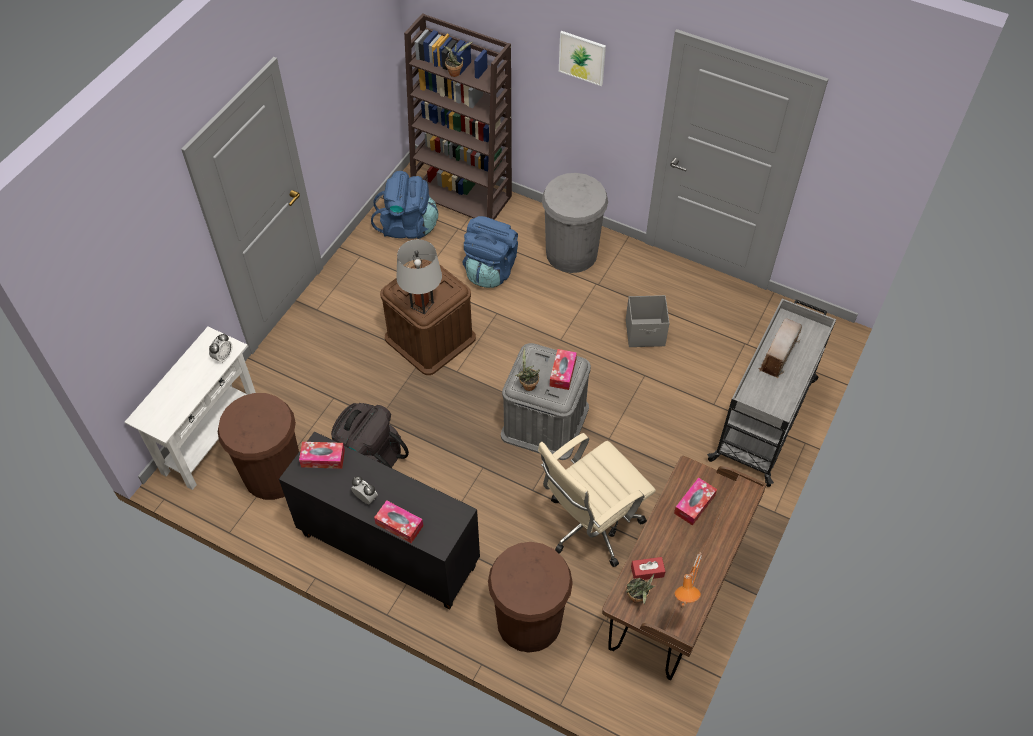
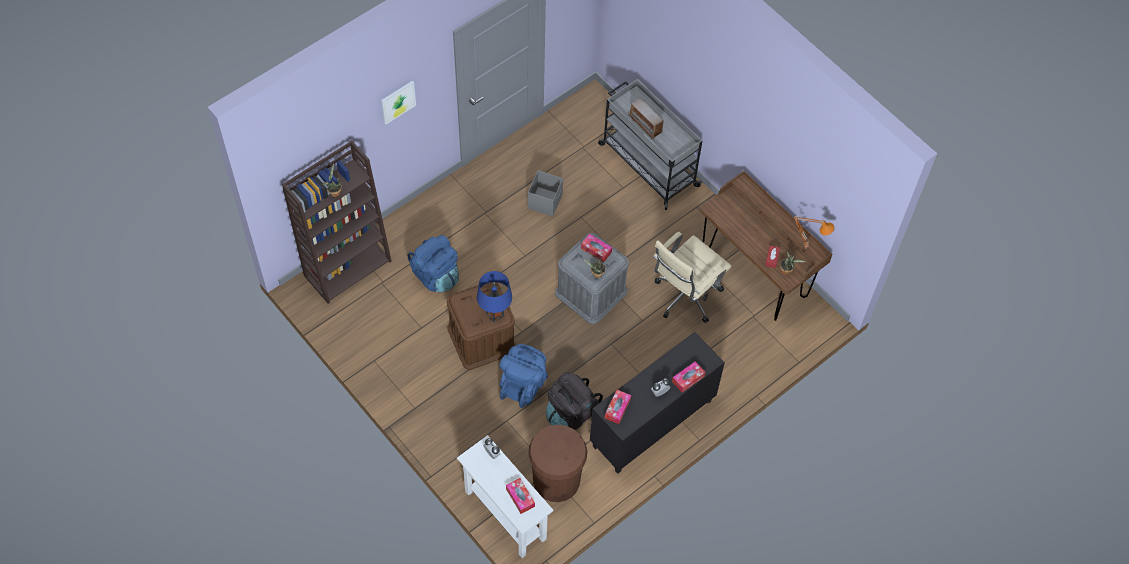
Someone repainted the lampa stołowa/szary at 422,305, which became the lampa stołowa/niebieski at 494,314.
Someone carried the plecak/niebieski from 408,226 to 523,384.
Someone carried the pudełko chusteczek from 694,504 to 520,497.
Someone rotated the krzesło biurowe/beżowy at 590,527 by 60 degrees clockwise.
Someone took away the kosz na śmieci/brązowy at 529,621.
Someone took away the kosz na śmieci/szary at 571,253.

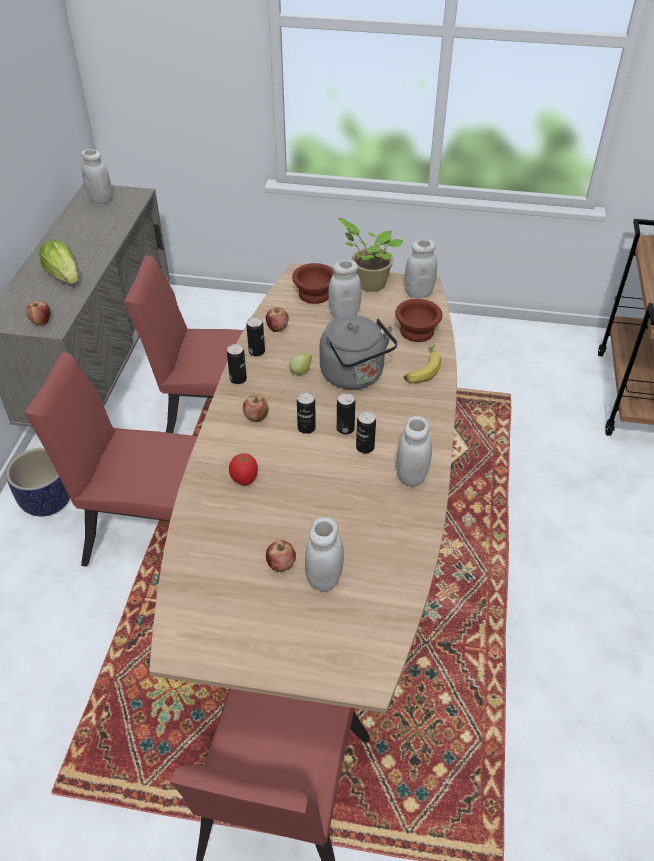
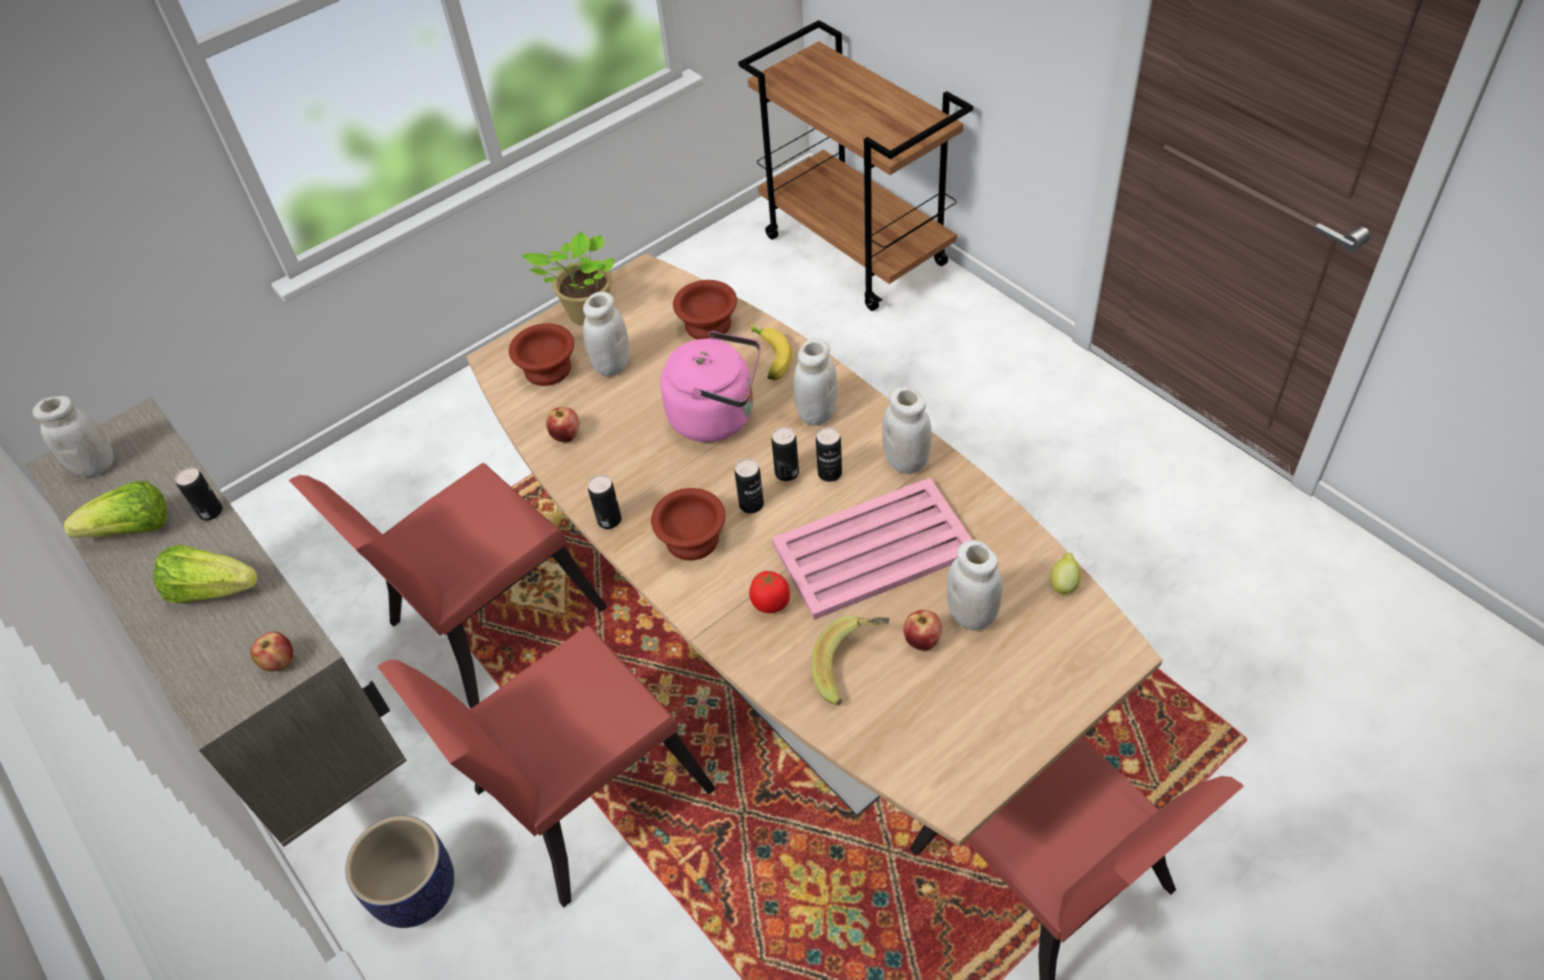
Someone put down the sałata at 133,530.
Someone carried the puszka from 256,351 to 210,512.
Someone swapped the jabłko at 256,418 for the miska/brązowy at 690,539.
Someone repainted the czajnik/szary at 355,376, which became the czajnik/różowy at 718,416.
Someone put down the taca/różowy at 872,549.
Someone carried the słoik/biały from 418,293 to 816,413.
Someone put down the banan at 852,667.
Someone carried the cytryna from 301,371 to 1063,584.

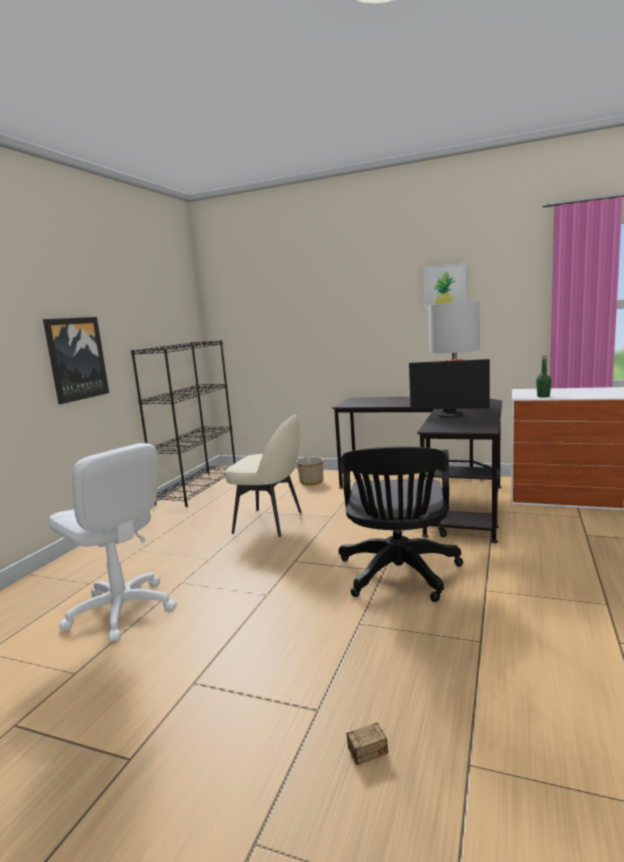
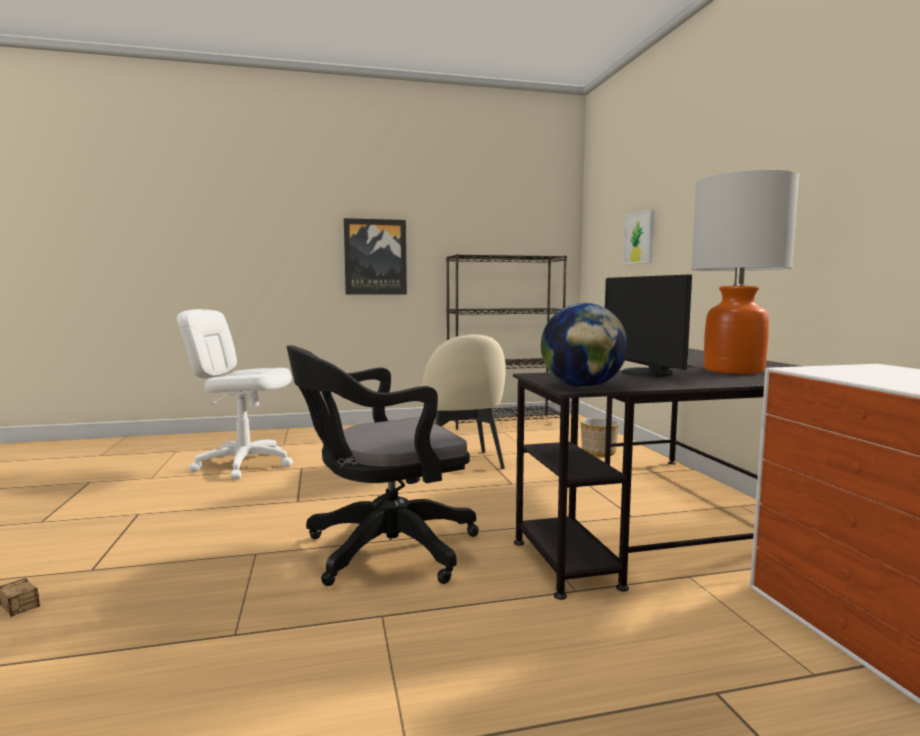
Someone rotated the krzesło biurowe/biały at 121,611 by 90 degrees clockwise.
Someone put down the globus at 582,387.
Someone carried the obraz from 445,286 to 639,238.
Someone took away the butelka/zielony at 543,396.

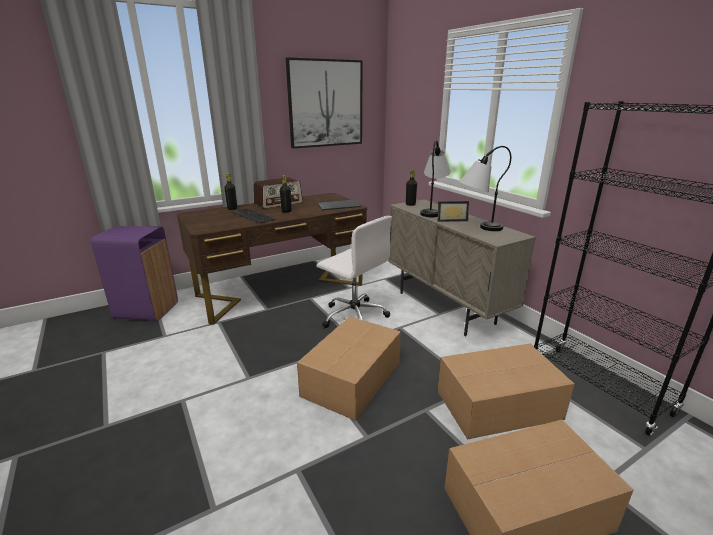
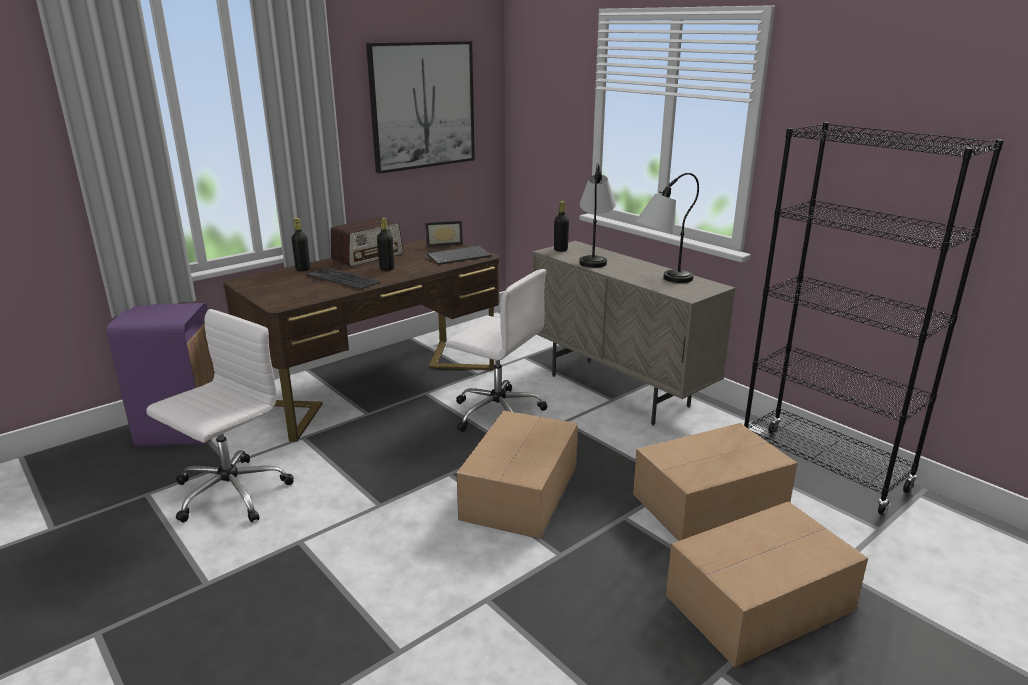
Someone put down the krzesło biurowe/biały at 229,493.
Someone carried the ramka na zdjęcie from 451,220 to 444,244.

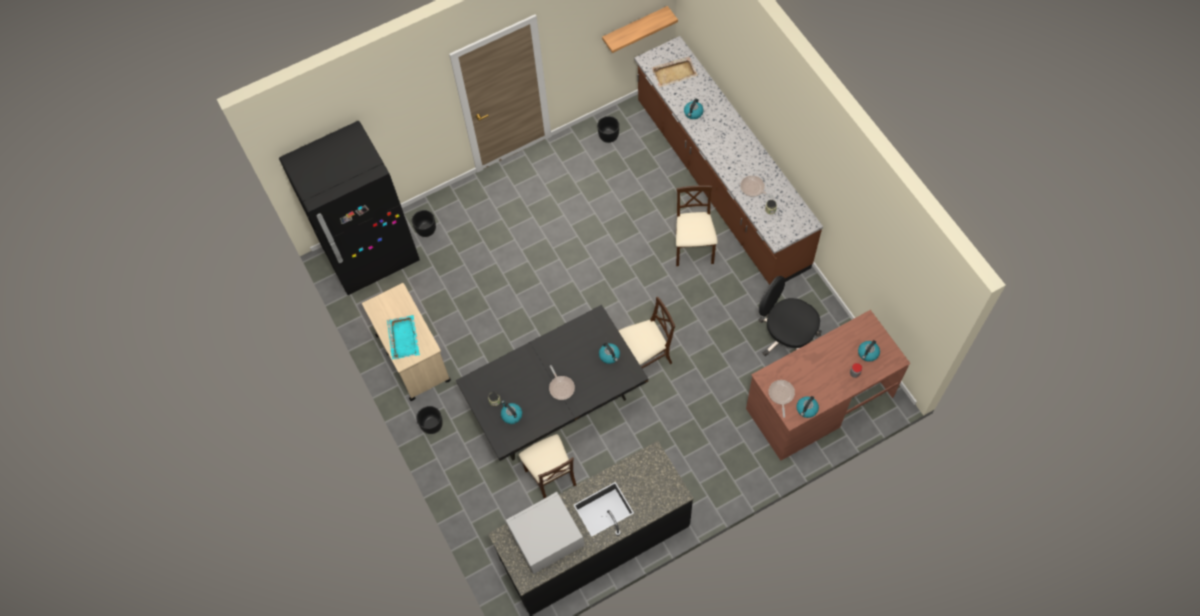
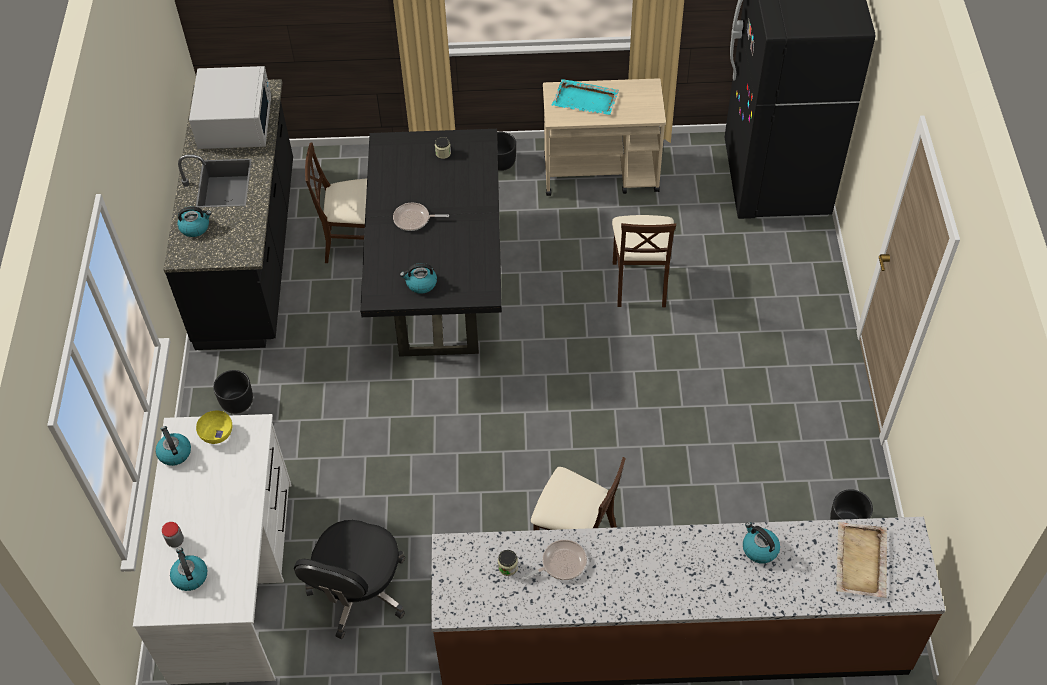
Someone repainted the biurko/brązowy at 819,402, which became the biurko/biały at 233,579.
Someone carried the czajnik from 511,415 to 195,227.
Someone swapped the patelnia at 781,395 for the miska/żółty at 217,433.
Someone carried the donica/czarny from 426,229 to 237,402.
Someone rotated the krzesło biurowe/czarny at 786,335 by 135 degrees clockwise.
Someone carried the krzesło/beżowy from 645,358 to 640,283.
Someone took away the półka at 635,28.

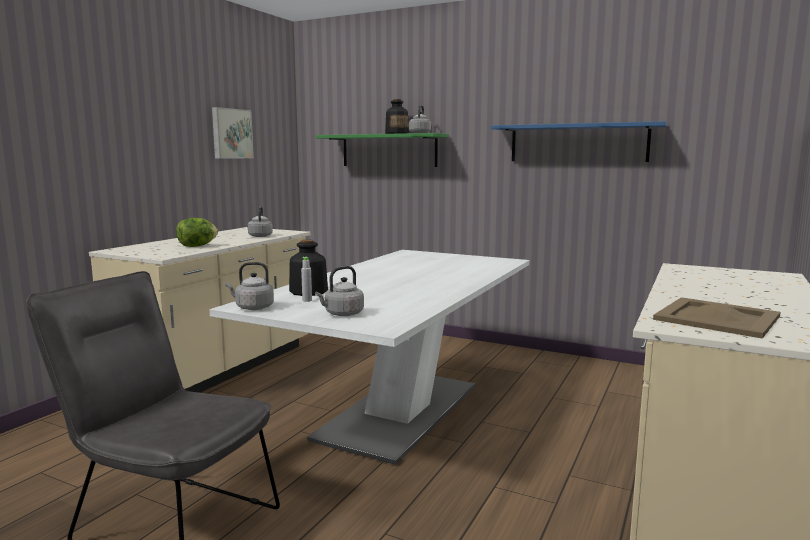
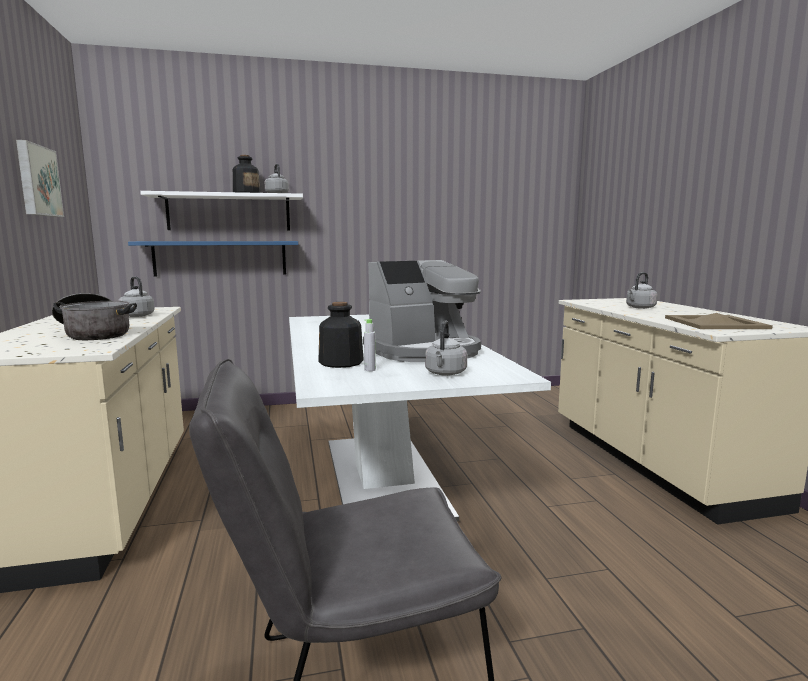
Someone swapped the sałata at 197,246 for the garnek at 95,334.
Someone carried the półka/niebieski from 578,143 to 220,258.
Someone repainted the półka/zielony at 389,150, which became the półka/biały at 229,212.
Someone put down the ekspres do kawy at 425,351.
Someone carried the czajnik/szary from 252,307 to 639,307.

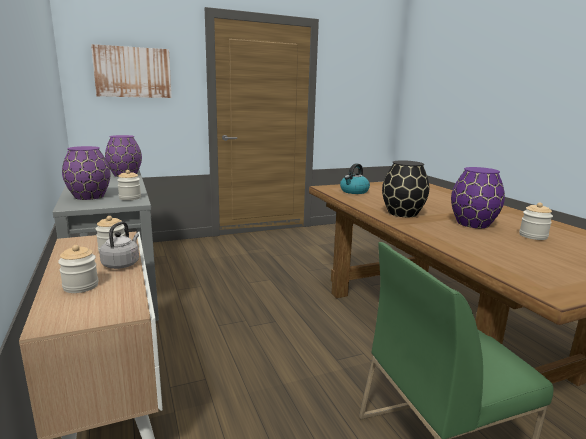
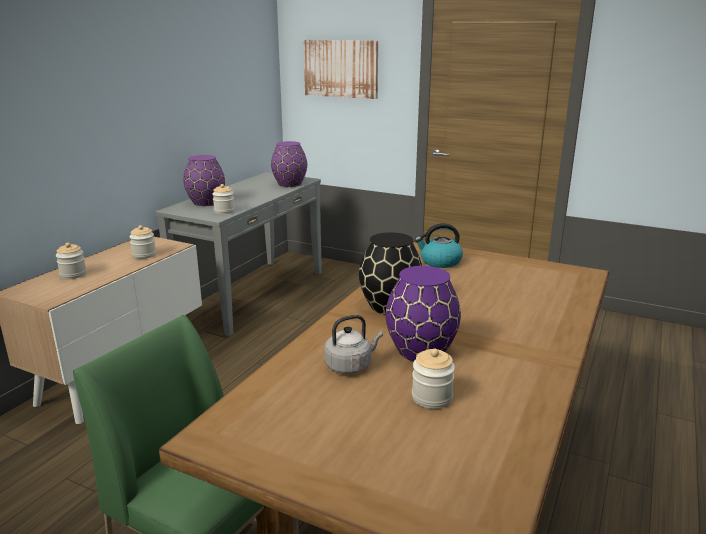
Someone carried the czajnik/szary from 122,264 to 350,366.

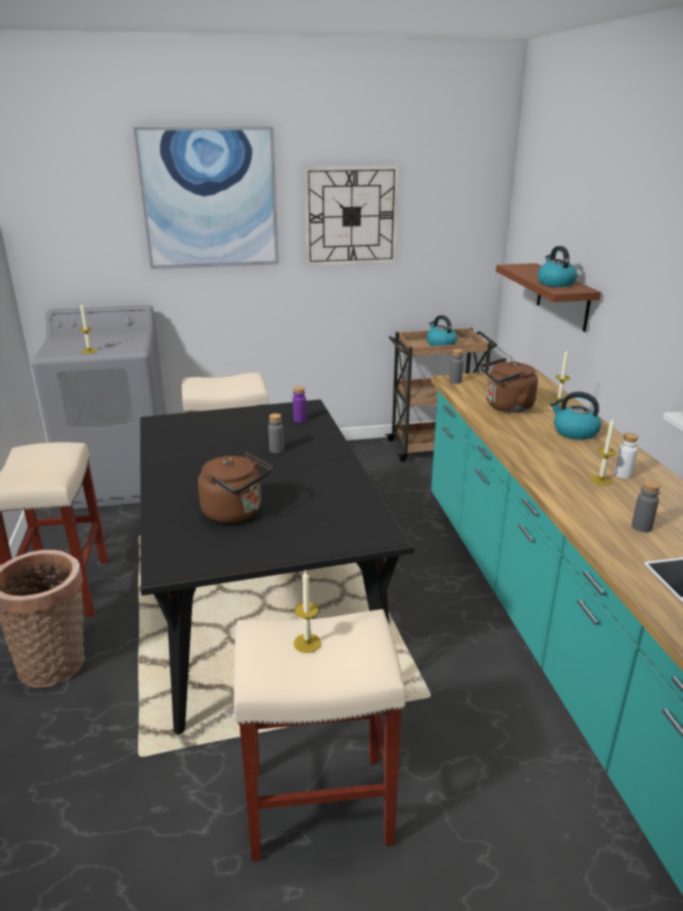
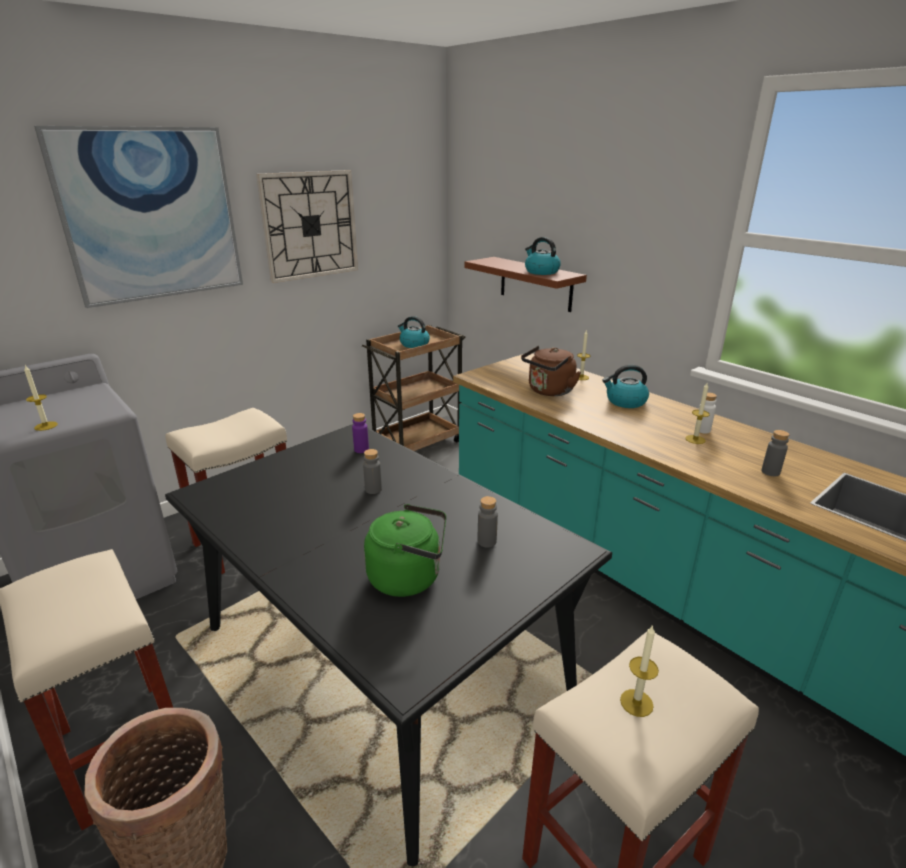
Someone repainted the czajnik/brązowy at 236,512, which became the czajnik/zielony at 409,577.
Someone carried the butelka/szary from 455,381 to 487,541.

